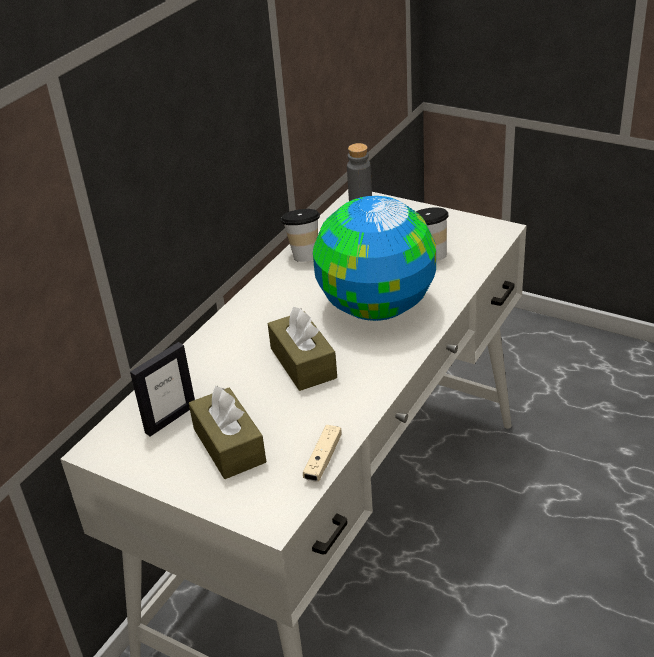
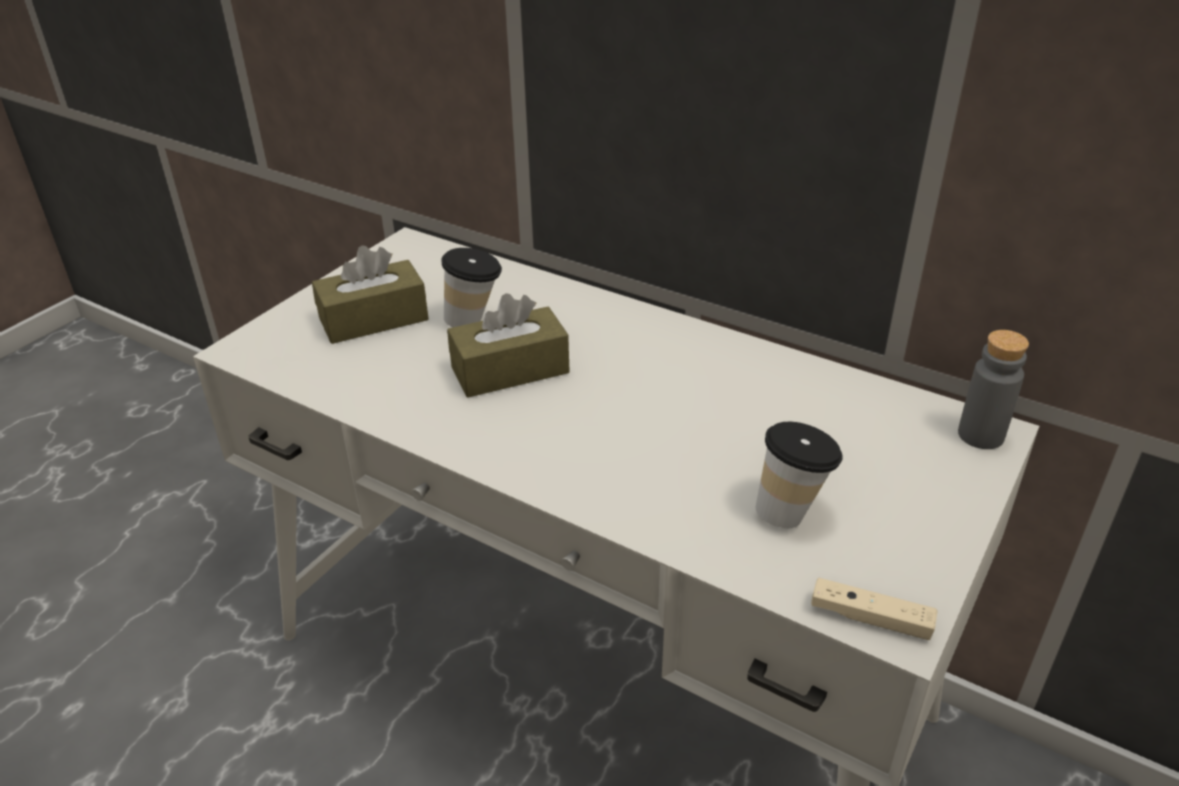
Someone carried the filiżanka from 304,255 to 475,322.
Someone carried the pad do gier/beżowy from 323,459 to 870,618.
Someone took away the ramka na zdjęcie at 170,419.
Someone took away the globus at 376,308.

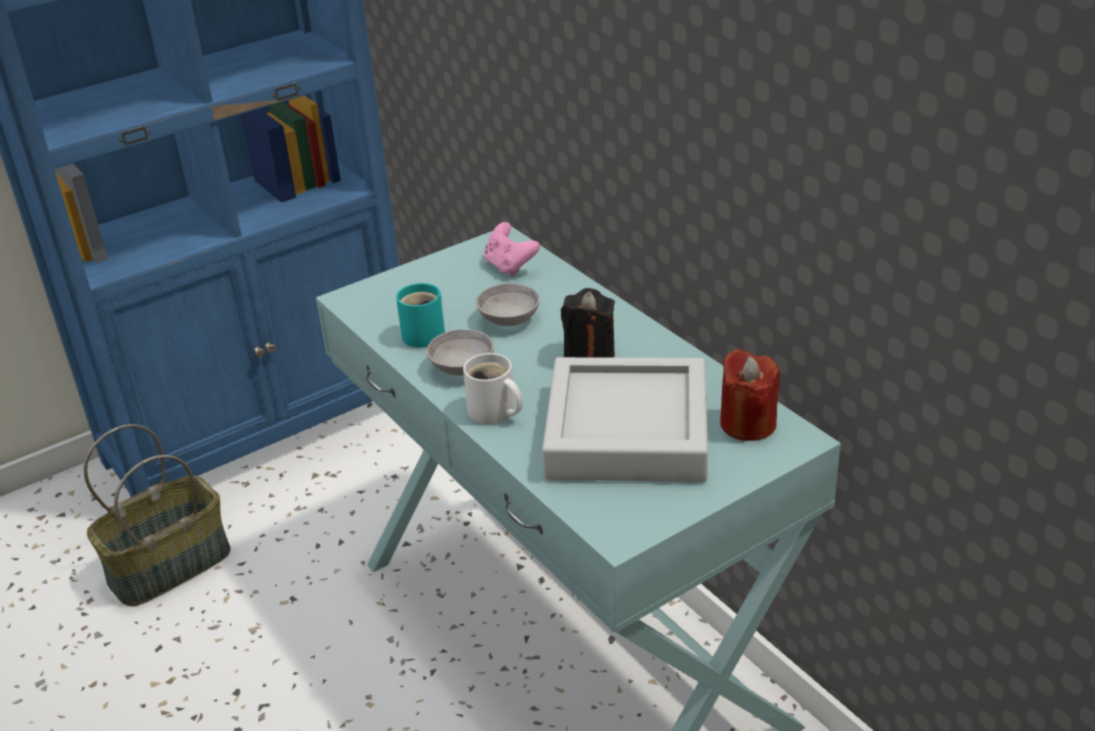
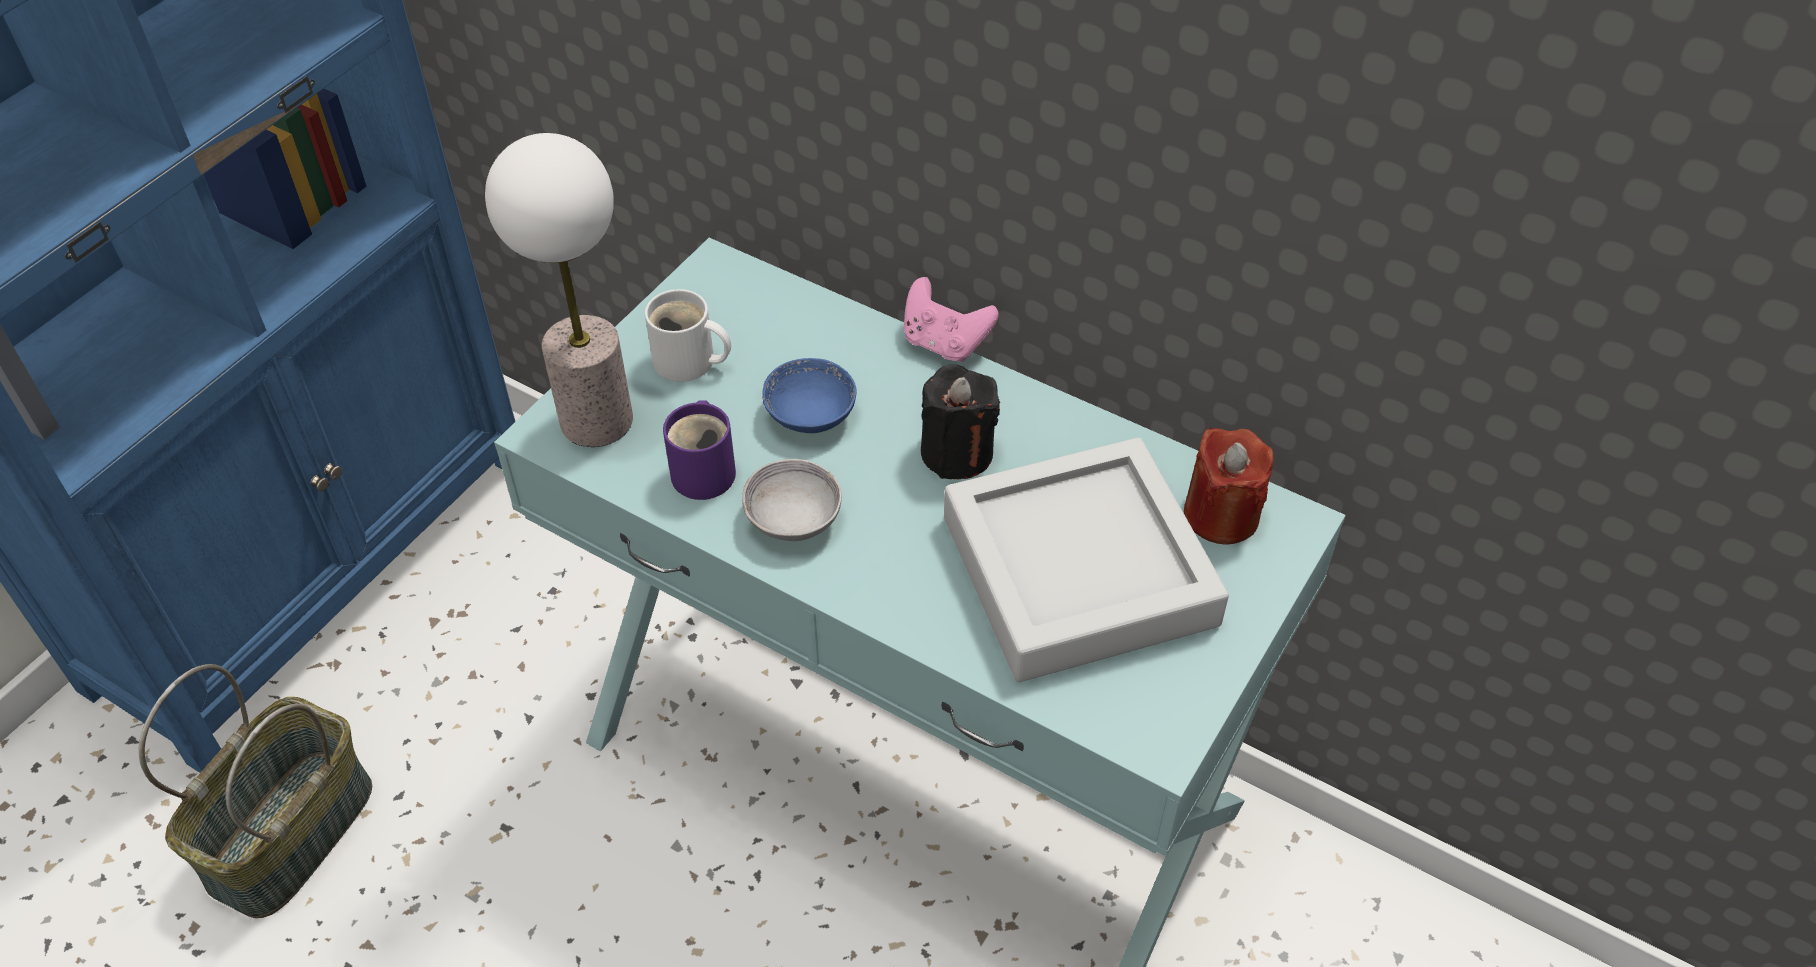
Someone put down the lampa stołowa at 596,419.
Someone carried the kubek/biały from 494,413 to 688,363.
Someone repainted the kubek/turkusowy at 427,333, which became the kubek/fioletowy at 706,470.
Someone repainted the miska/szary at 509,319, which became the miska/niebieski at 810,414.
Someone carried the pad do gier/różowy from 510,266 to 944,343.

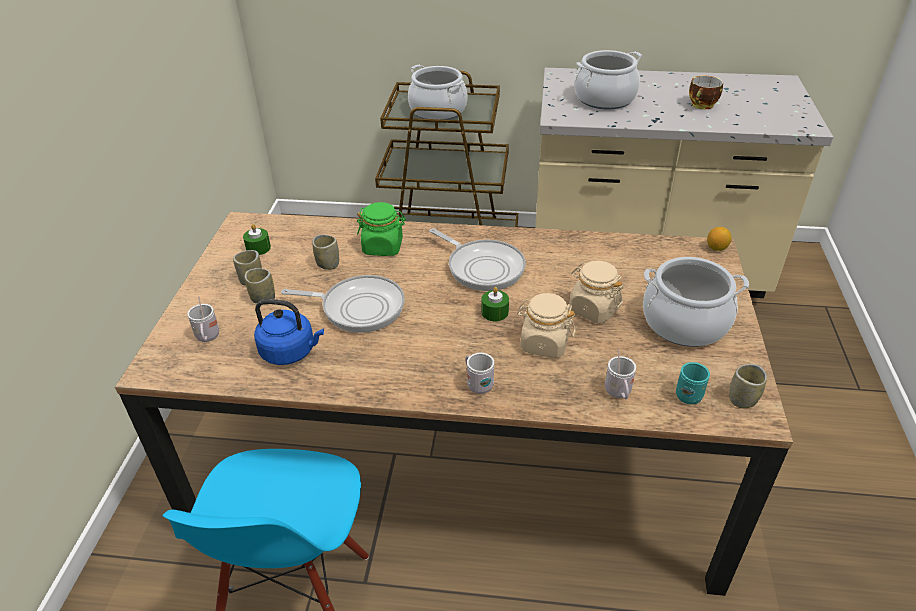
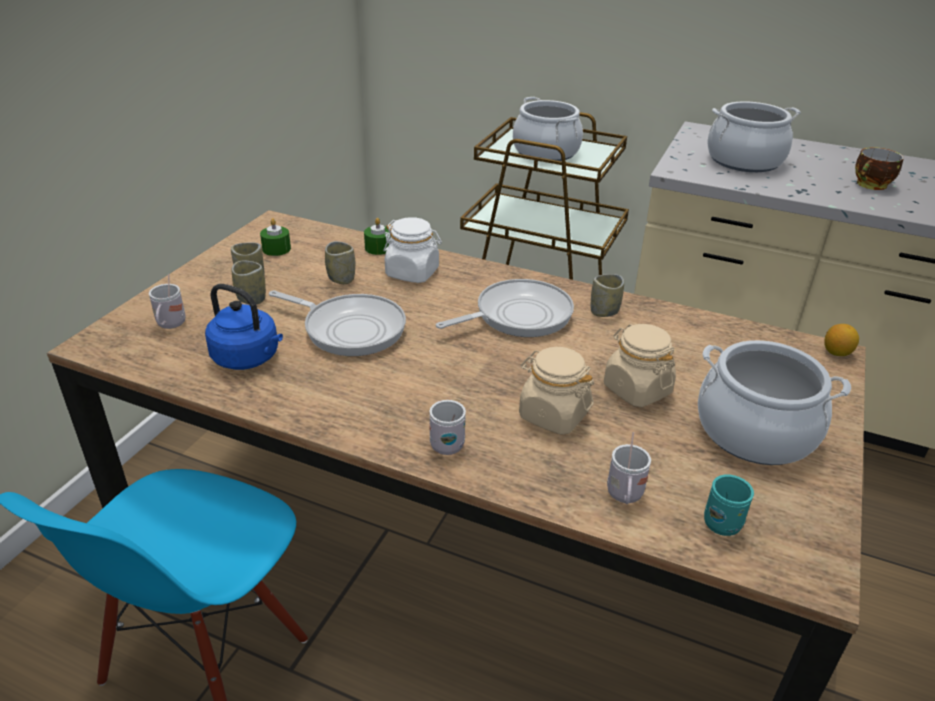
Someone carried the świeca/zielony from 495,312 to 378,248.
Someone repainted the słoik/zielony at 383,247, which became the słoik/biały at 412,273.
Someone rotated the patelnia at 482,267 by 90 degrees counterclockwise.
Someone carried the filiżanka from 742,399 to 604,311.

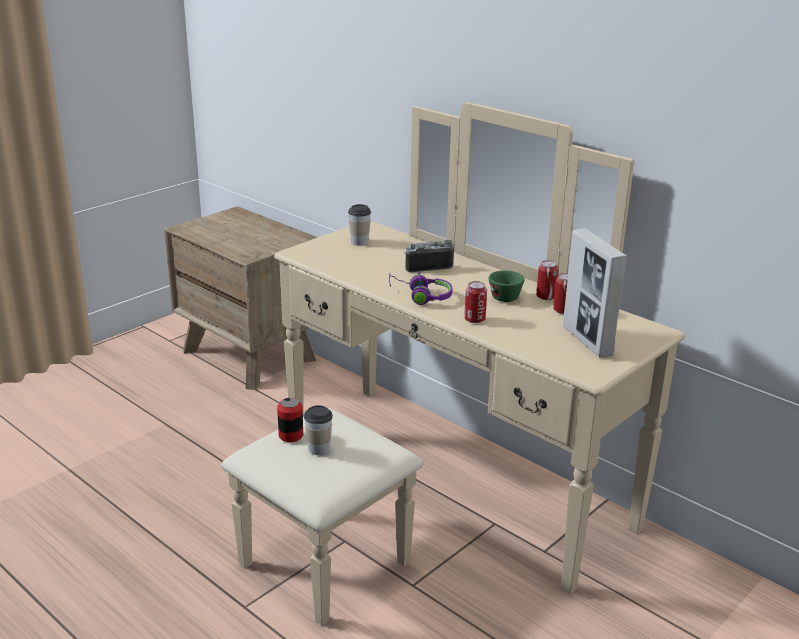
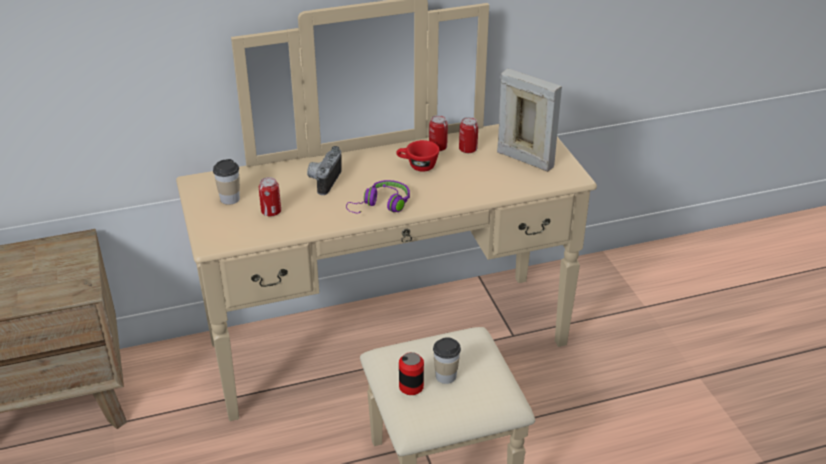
Someone carried the puszka from 474,319 to 271,212.
Someone repainted the filiżanka/zielony at 502,296, which became the filiżanka/czerwony at 417,166.
Someone rotated the ramka na zdjęcie at 587,341 by 150 degrees counterclockwise.

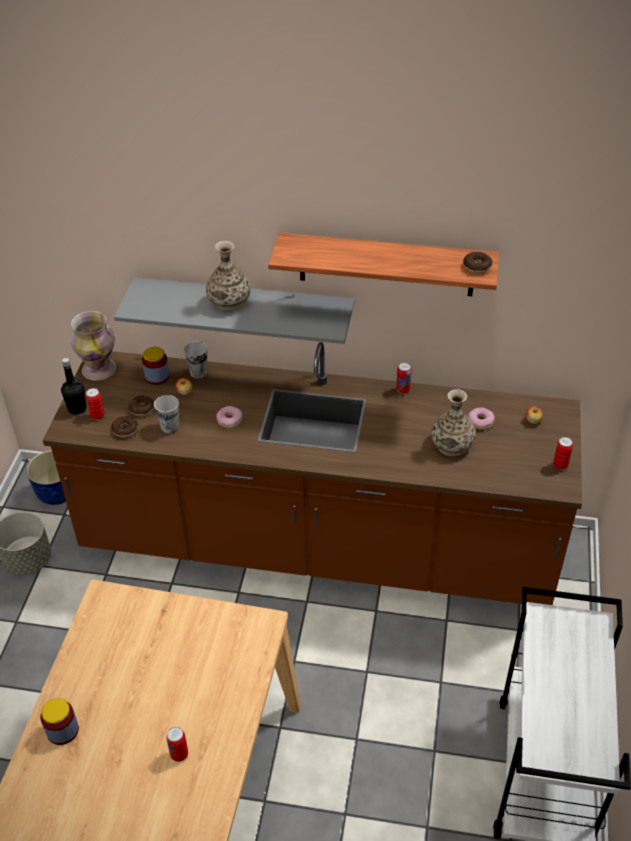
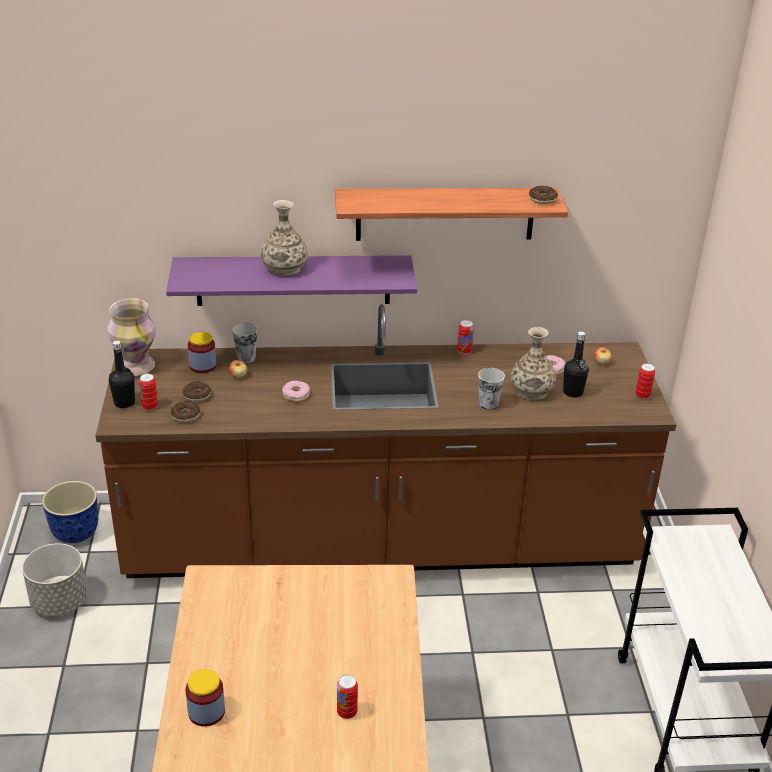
Someone repainted the półka/szary at 243,308, which became the półka/fioletowy at 293,280.
Someone carried the filiżanka from 170,427 to 488,404.
Someone put down the butelka/czarny at 573,392.

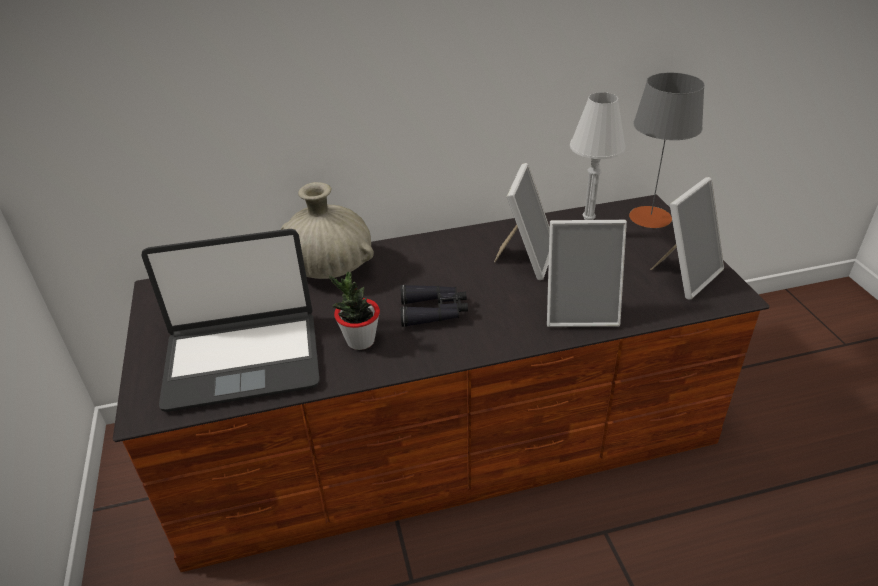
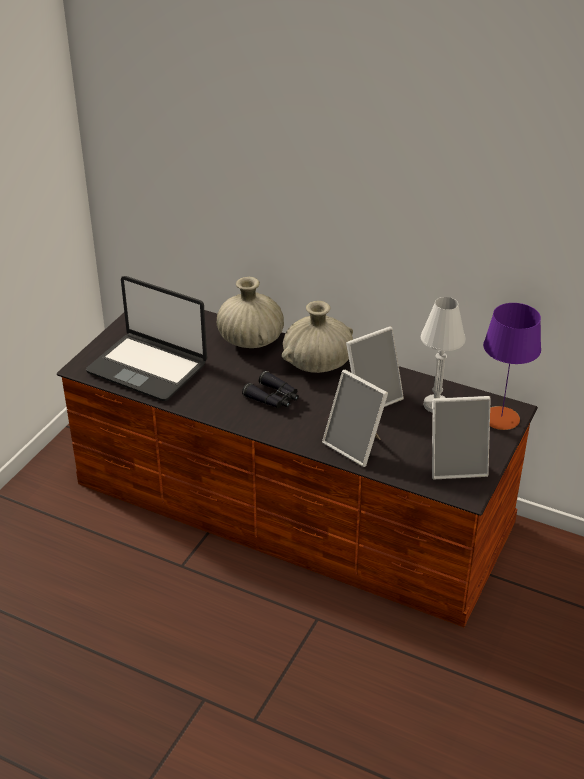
Someone put down the wazon/beżowy at 318,364.
Someone repainted the lampa stołowa/szary at 650,217, which became the lampa stołowa/fioletowy at 501,418.
Someone took away the roślina doniczkowa at 360,341.

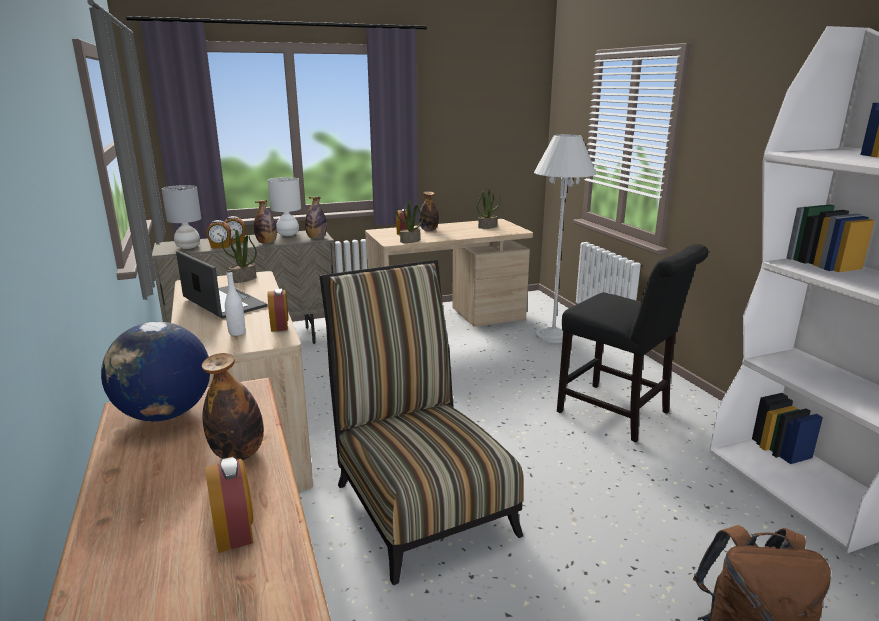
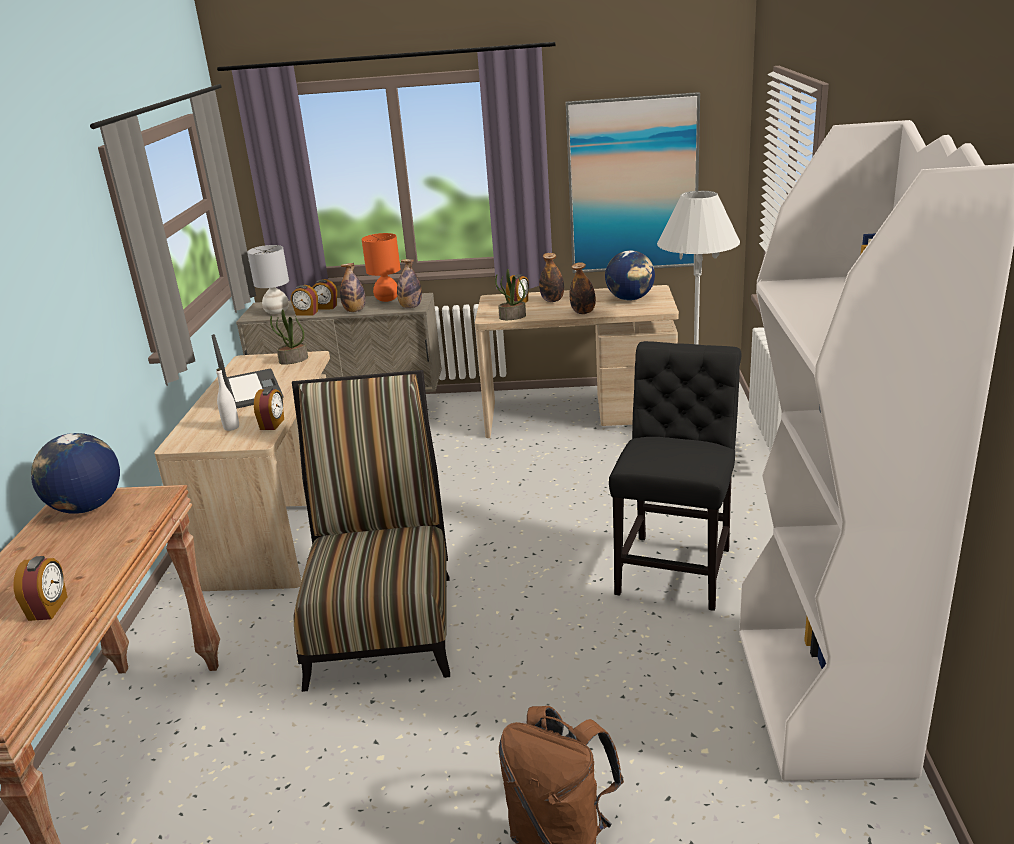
Someone repainted the lampa stołowa/biały at 287,234, which became the lampa stołowa/pomarańczowy at 386,299.
Someone put up the obraz at 633,185.
Someone carried the butelka from 238,454 to 583,312.
Someone swapped the roślina doniczkowa at 487,227 for the globus at 630,299.
Someone rotated the krzesło/czarny at 618,414 by 135 degrees counterclockwise.

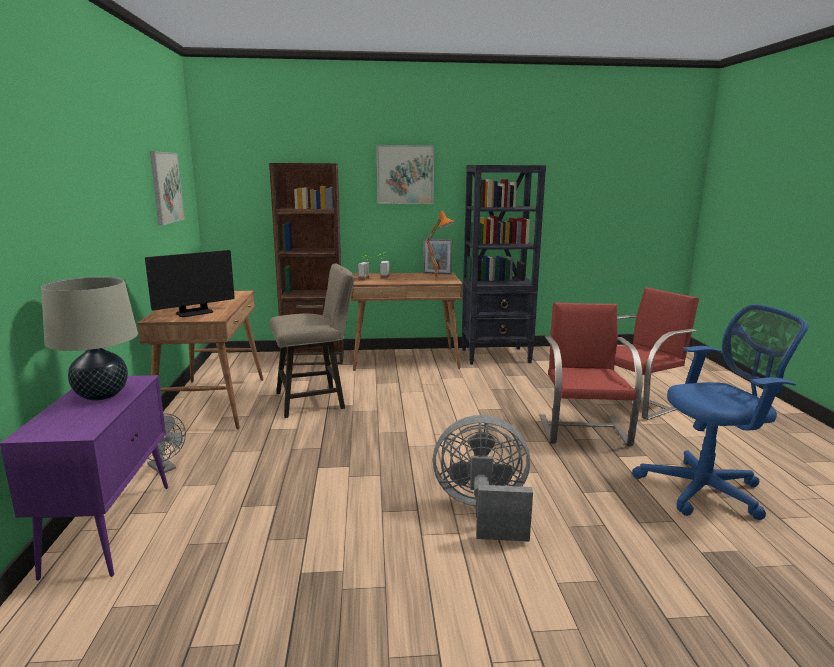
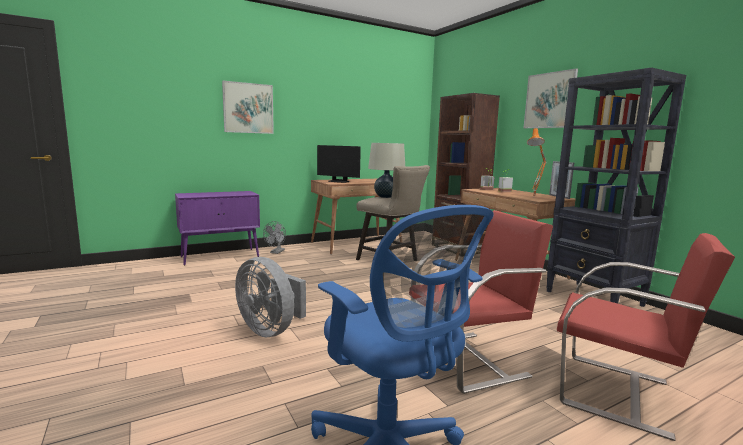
Someone carried the obraz from 166,187 to 248,108.
Someone rotated the wentylator/szary at 483,511 by 150 degrees clockwise.
Someone carried the lampa stołowa/beżowy from 101,395 to 385,197.

